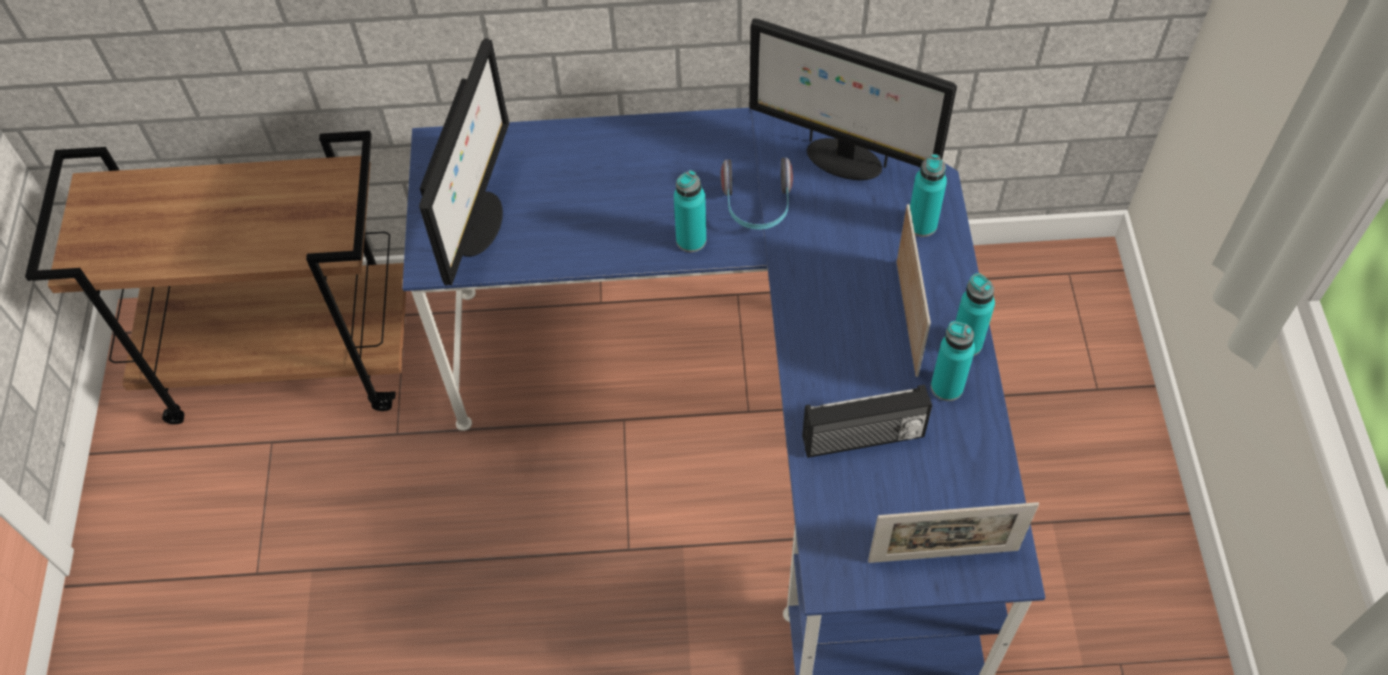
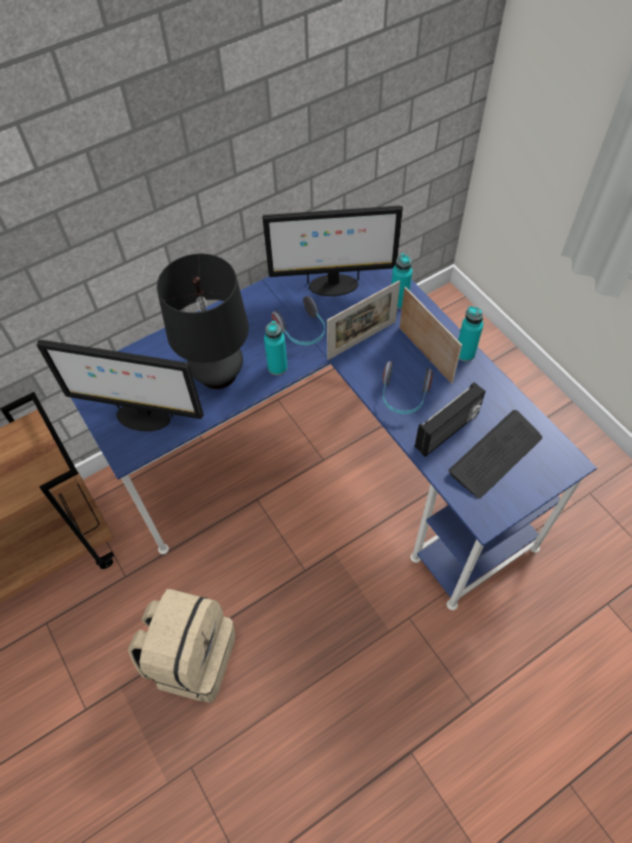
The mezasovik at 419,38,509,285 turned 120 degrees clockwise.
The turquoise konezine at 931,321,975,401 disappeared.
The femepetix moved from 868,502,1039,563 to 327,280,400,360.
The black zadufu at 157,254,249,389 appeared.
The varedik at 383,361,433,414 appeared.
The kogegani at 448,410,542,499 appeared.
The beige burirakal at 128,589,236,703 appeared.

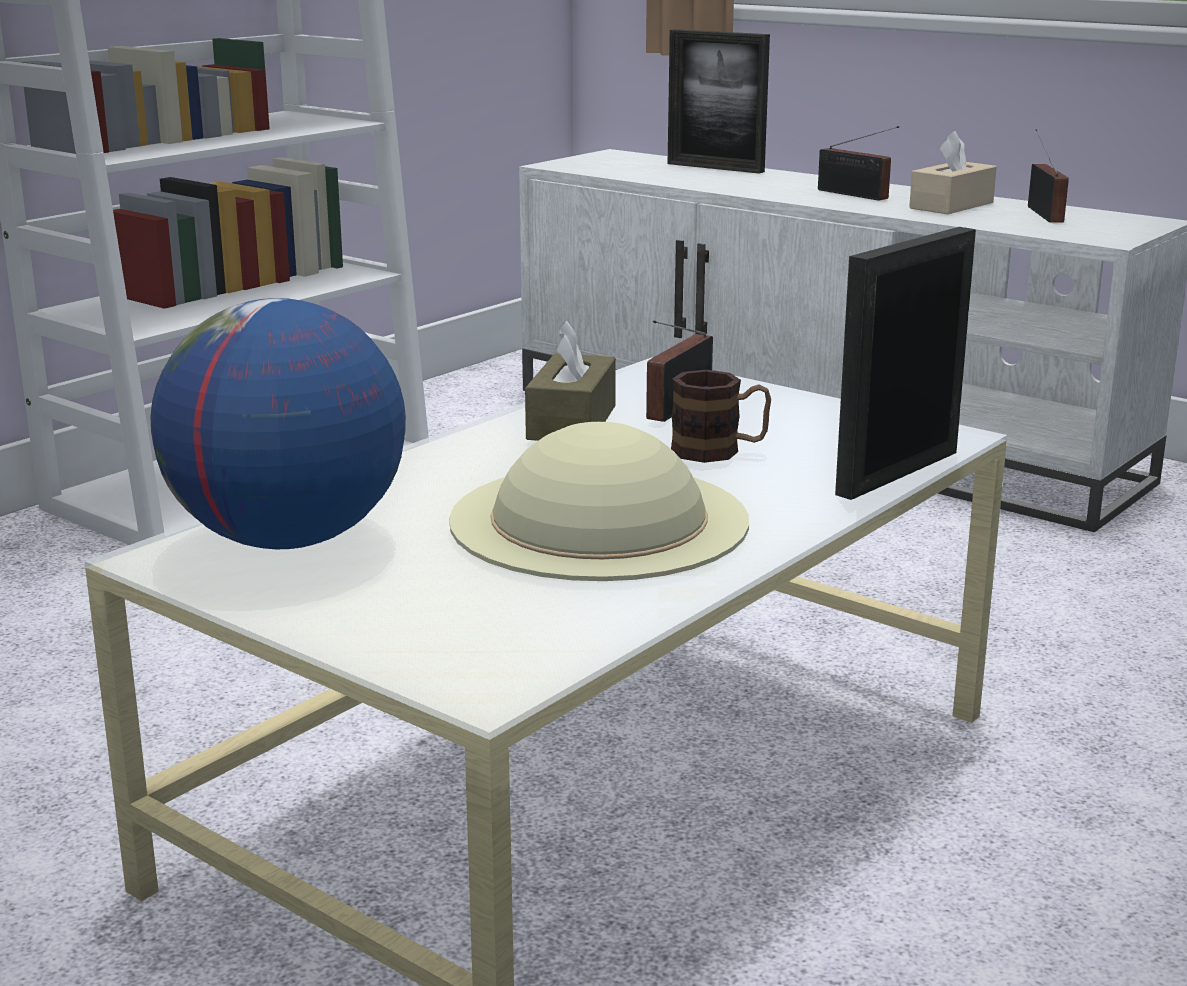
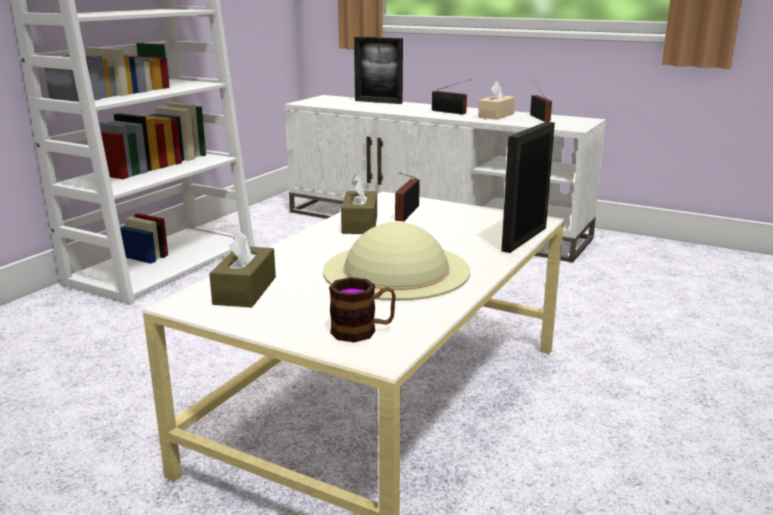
The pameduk at 150,298,406,549 was replaced by the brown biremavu at 209,229,276,307.
The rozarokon moved from 671,370,771,463 to 329,277,396,342.

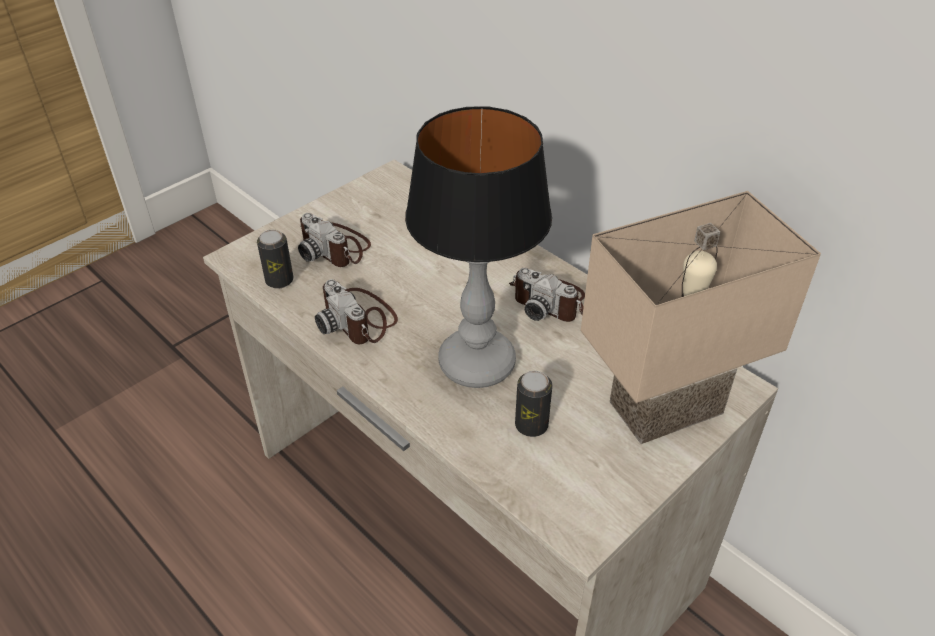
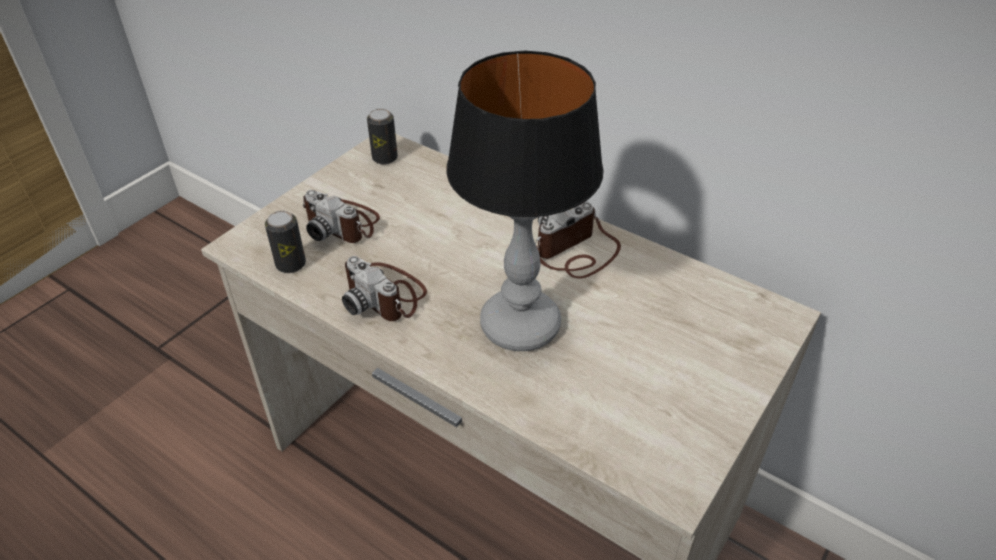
The beige zadufu at 581,191,821,444 disappeared.
The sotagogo at 509,268,585,322 turned 120 degrees clockwise.
The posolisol moved from 515,371,552,437 to 367,109,398,165.

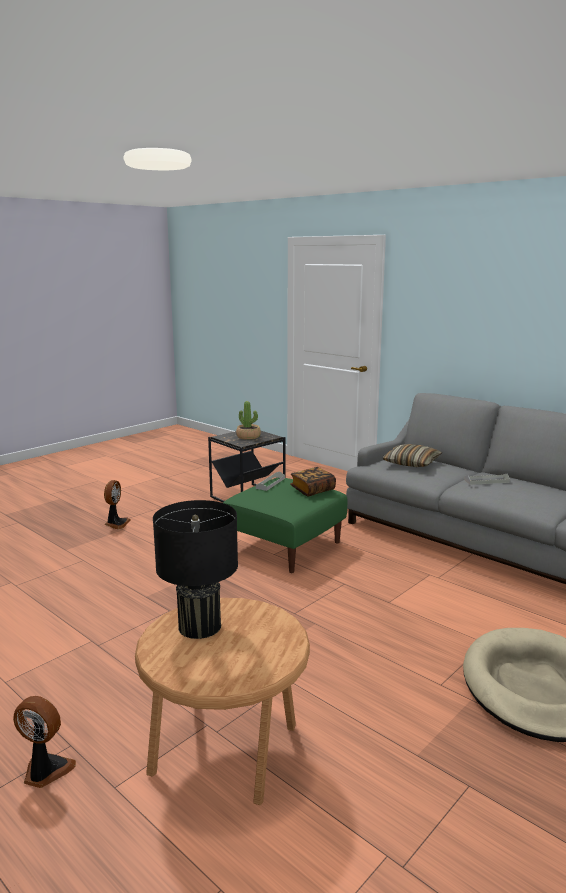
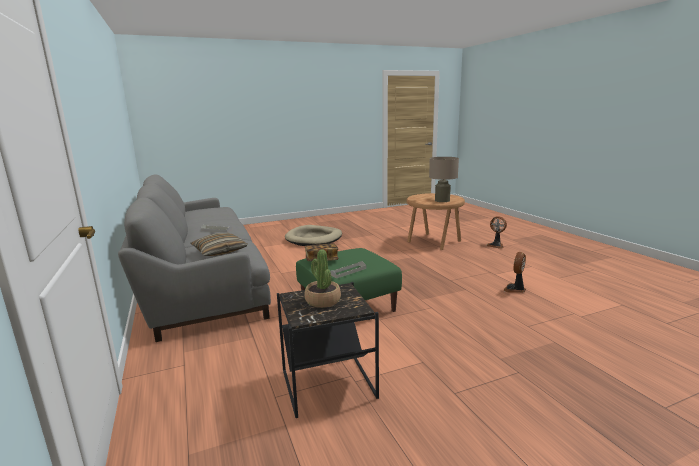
The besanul moved from 104,480,131,529 to 503,252,526,293.
The black zadufu at 153,500,238,639 became the beige zadufu at 429,157,459,202.

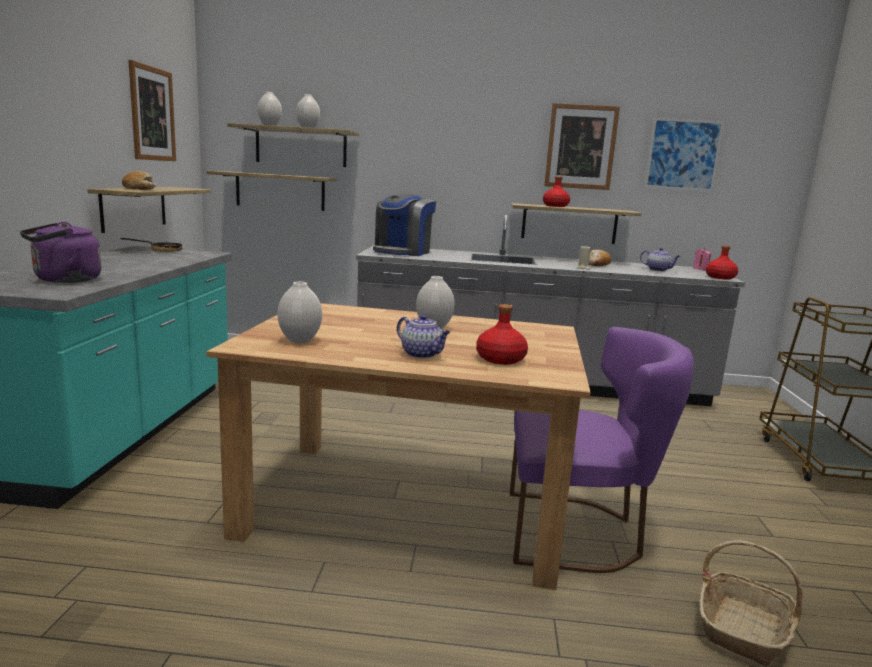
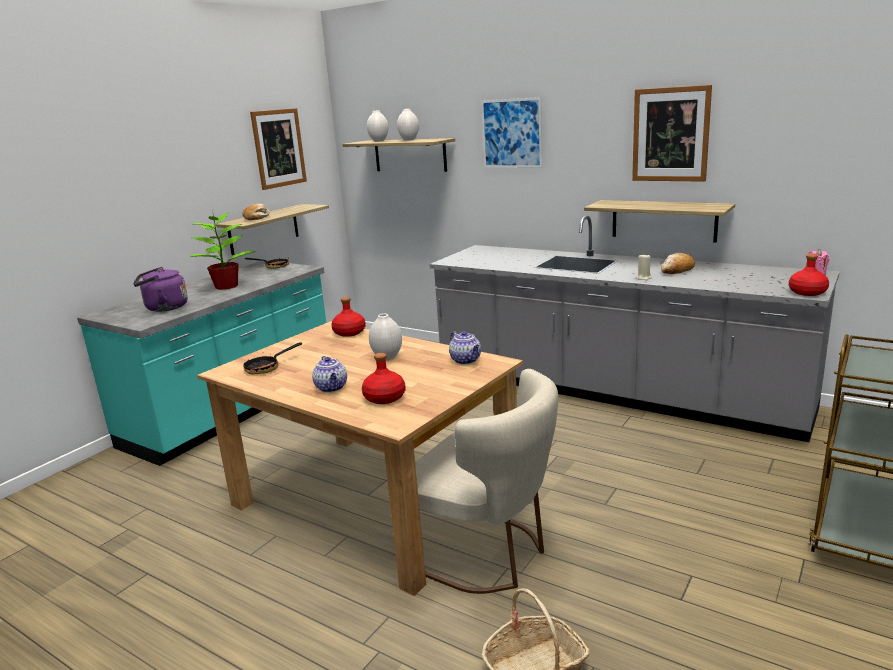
The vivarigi moved from 644,118,724,191 to 481,97,543,168.
The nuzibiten at 207,171,337,211 disappeared.
The red konezine moved from 543,176,570,207 to 331,297,366,337.
The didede at 373,194,436,256 disappeared.
The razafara moved from 640,248,680,271 to 449,331,481,364.
The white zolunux at 277,282,322,344 was replaced by the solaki at 243,342,302,375.
The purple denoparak at 510,327,694,573 became the beige denoparak at 415,369,558,594.
The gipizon at 189,212,256,290 appeared.

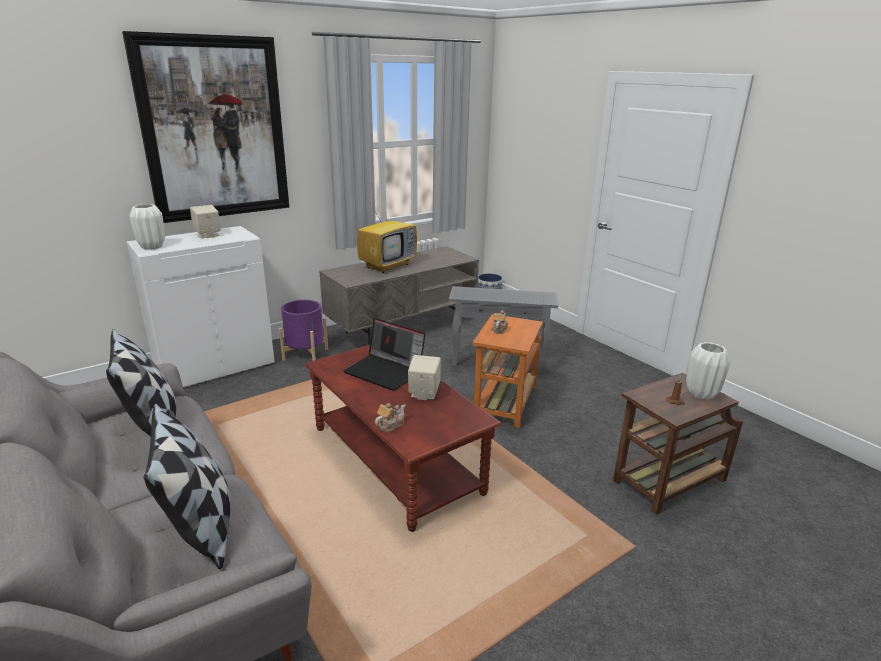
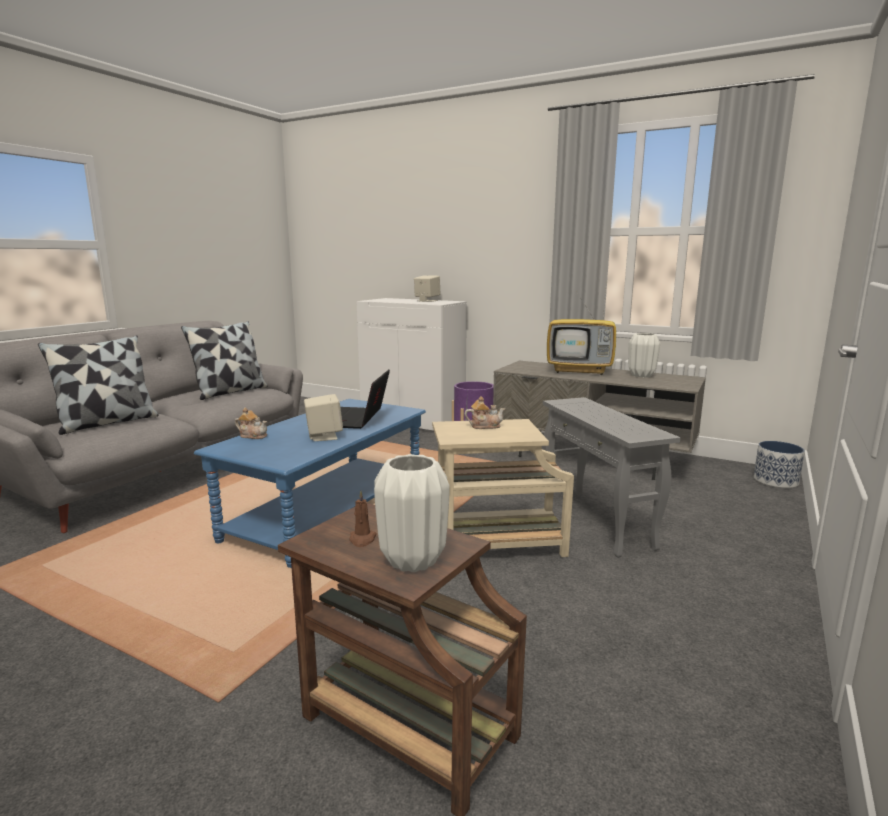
The vivarigi at 122,31,289,223 disappeared.
The white zolunux moved from 129,204,165,250 to 628,333,660,377.
The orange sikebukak at 472,314,543,428 became the beige sikebukak at 432,419,574,557.
The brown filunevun at 305,345,502,532 became the blue filunevun at 194,399,426,568.

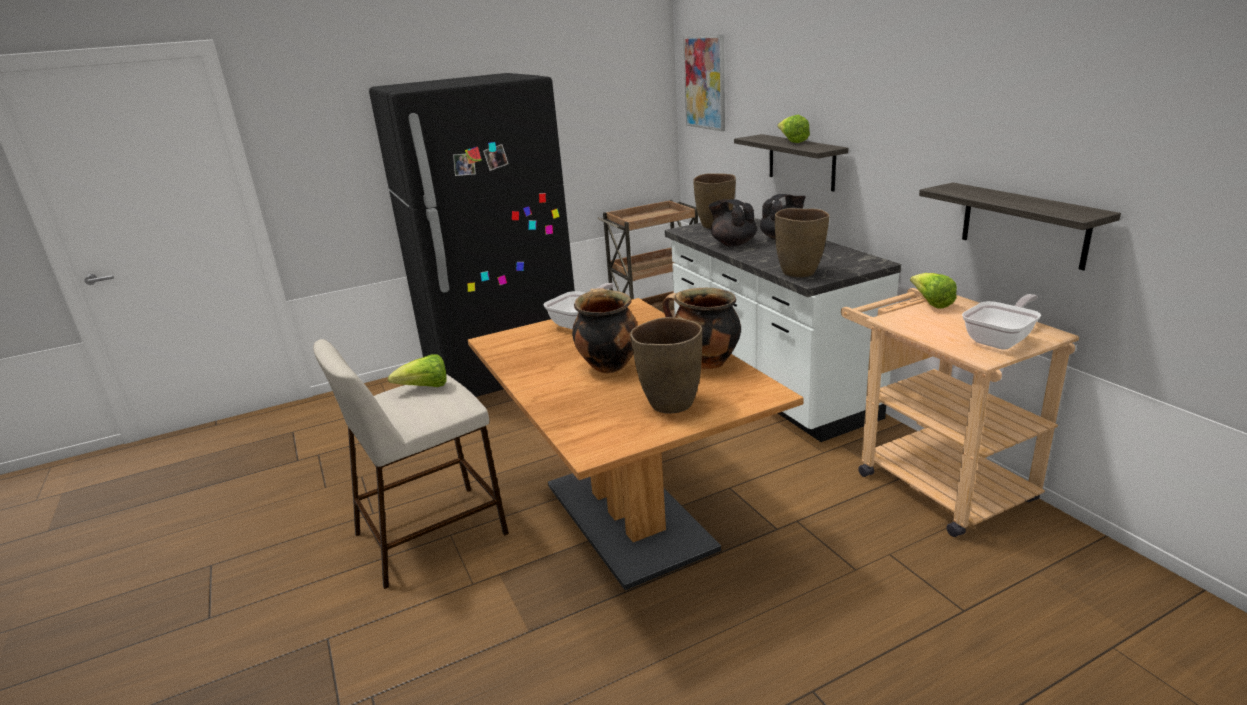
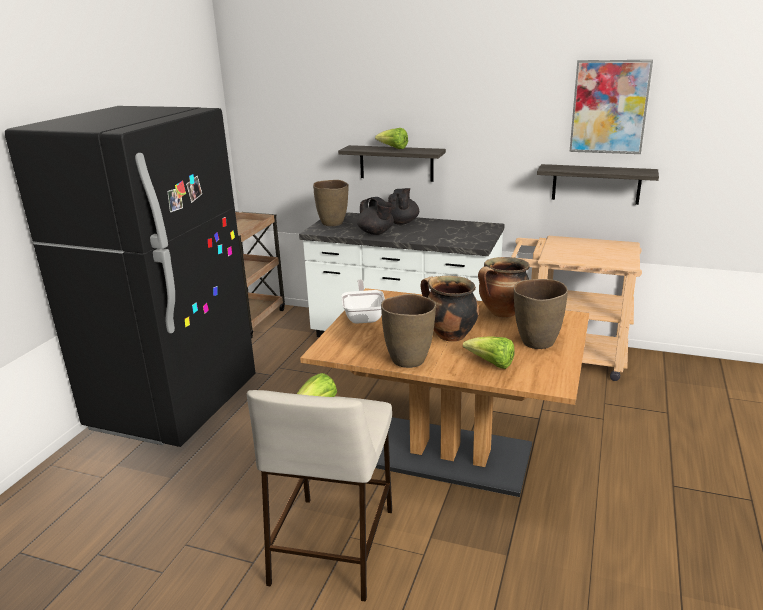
The vivarigi moved from 683,35,725,131 to 570,60,653,154.
The black razafara at 709,199,757,246 turned 135 degrees counterclockwise.
The brown zolunux moved from 775,208,830,277 to 381,294,436,368.
The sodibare moved from 910,273,957,309 to 463,336,514,369.
The solaki at 962,294,1041,350 disappeared.

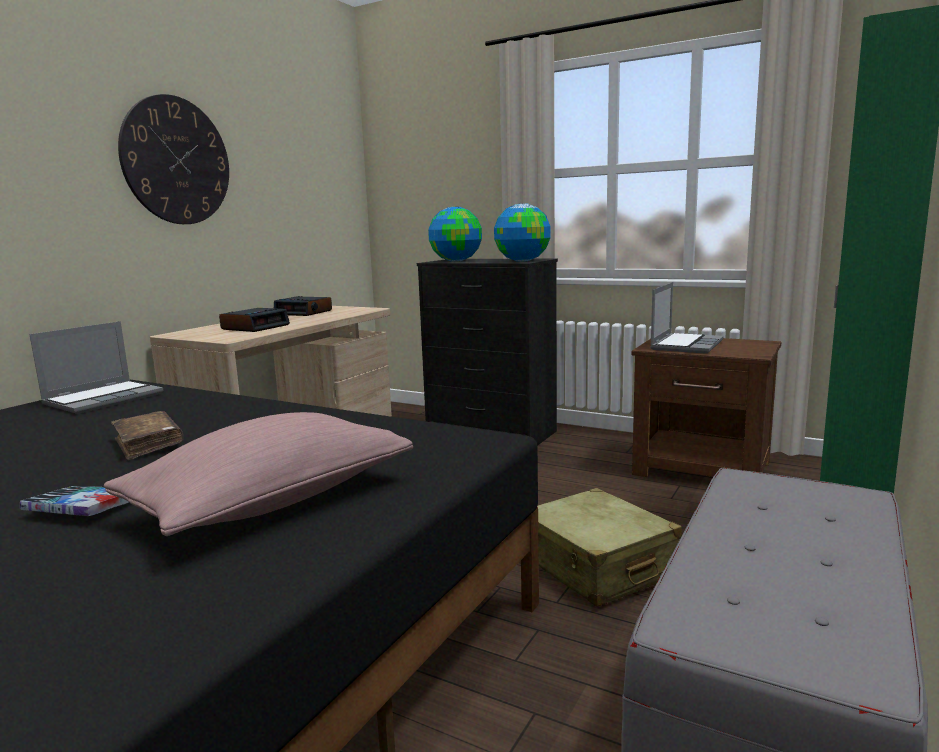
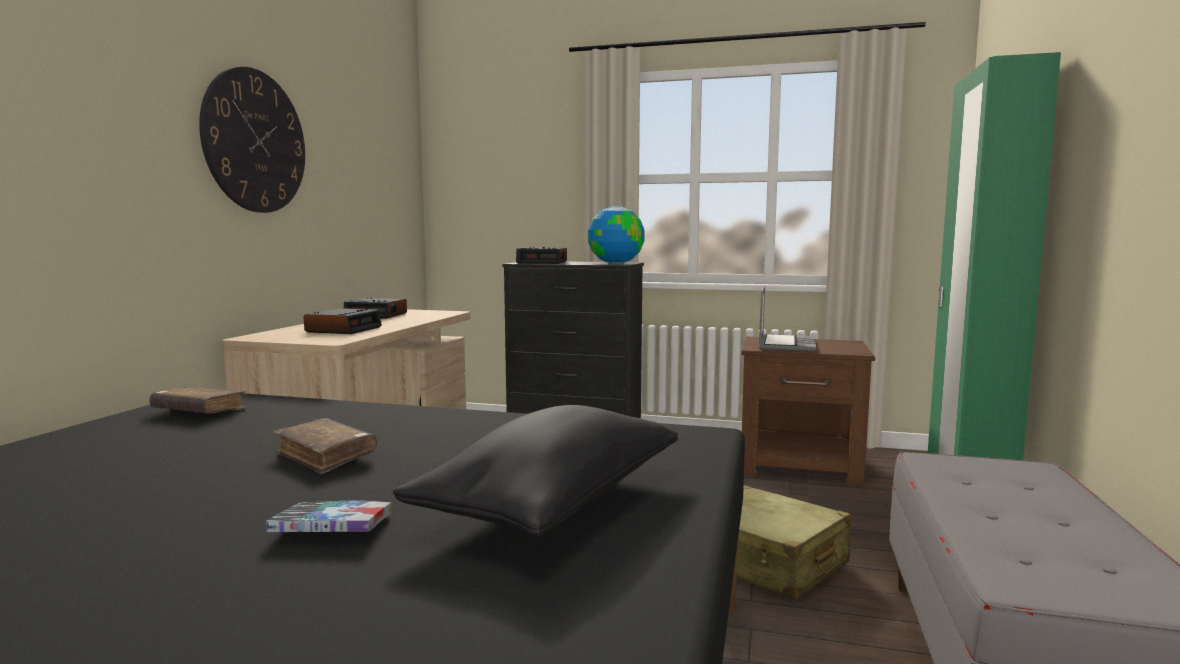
The pameduk at 428,207,482,262 was replaced by the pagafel at 516,247,567,264.
The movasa at 29,321,163,414 was replaced by the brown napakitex at 149,387,247,414.
The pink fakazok at 104,412,413,536 became the black fakazok at 393,405,678,537.

